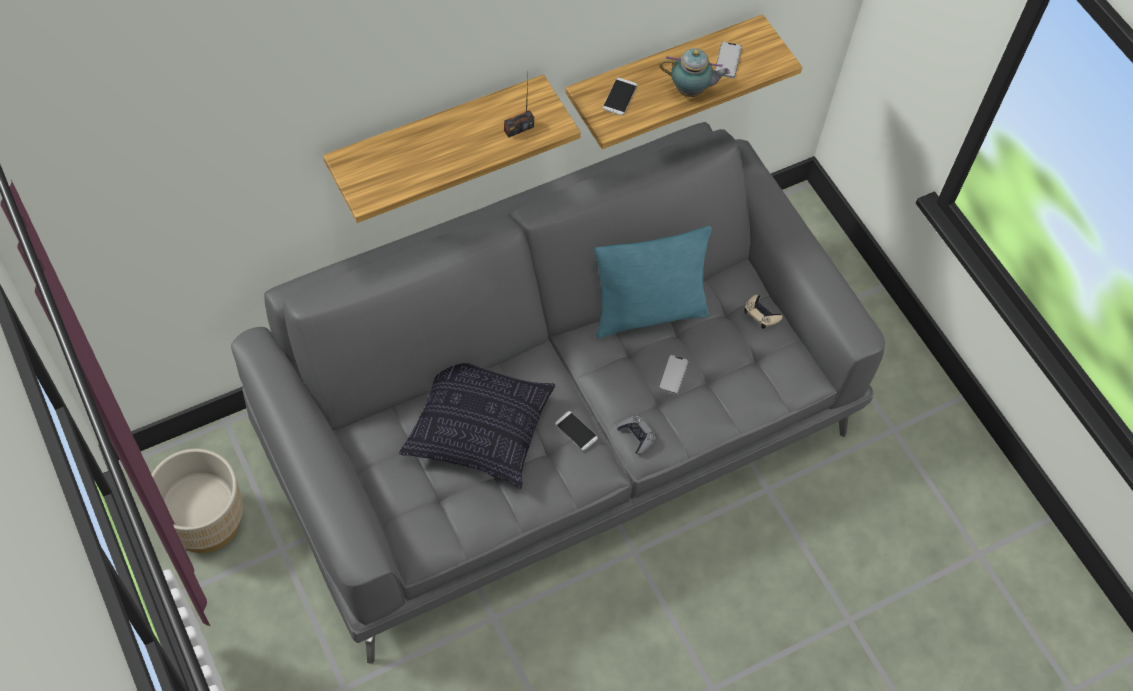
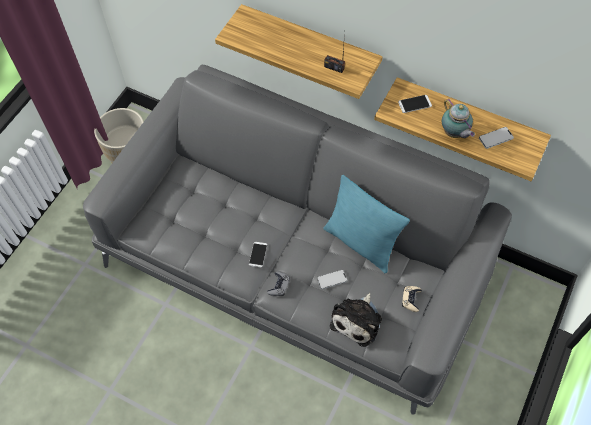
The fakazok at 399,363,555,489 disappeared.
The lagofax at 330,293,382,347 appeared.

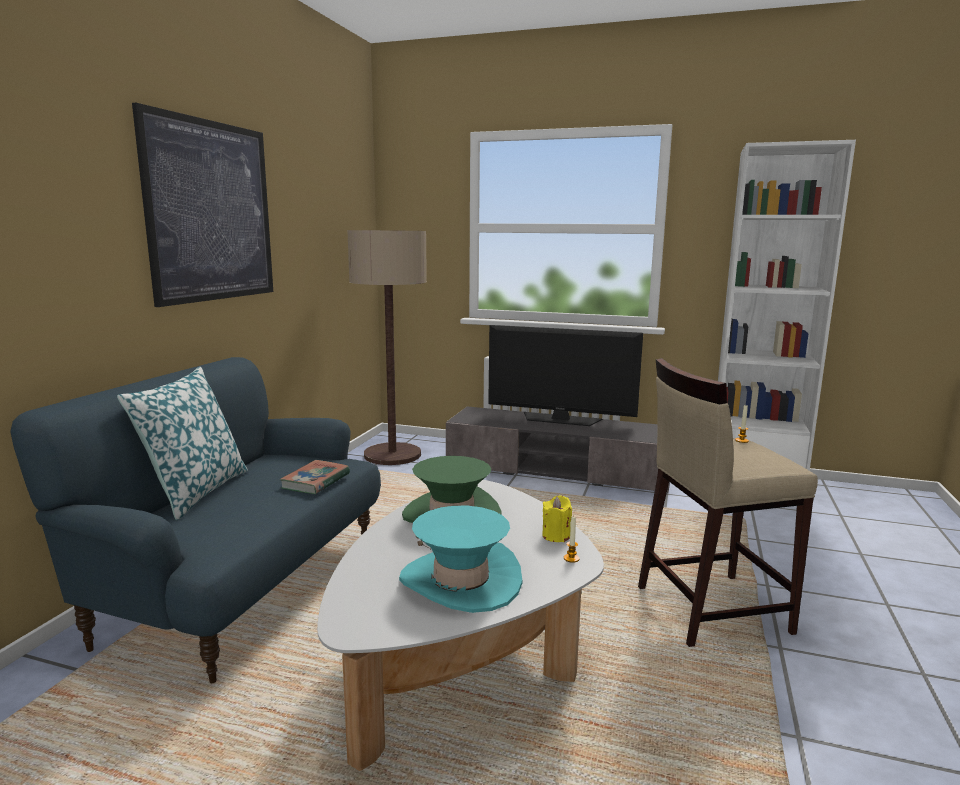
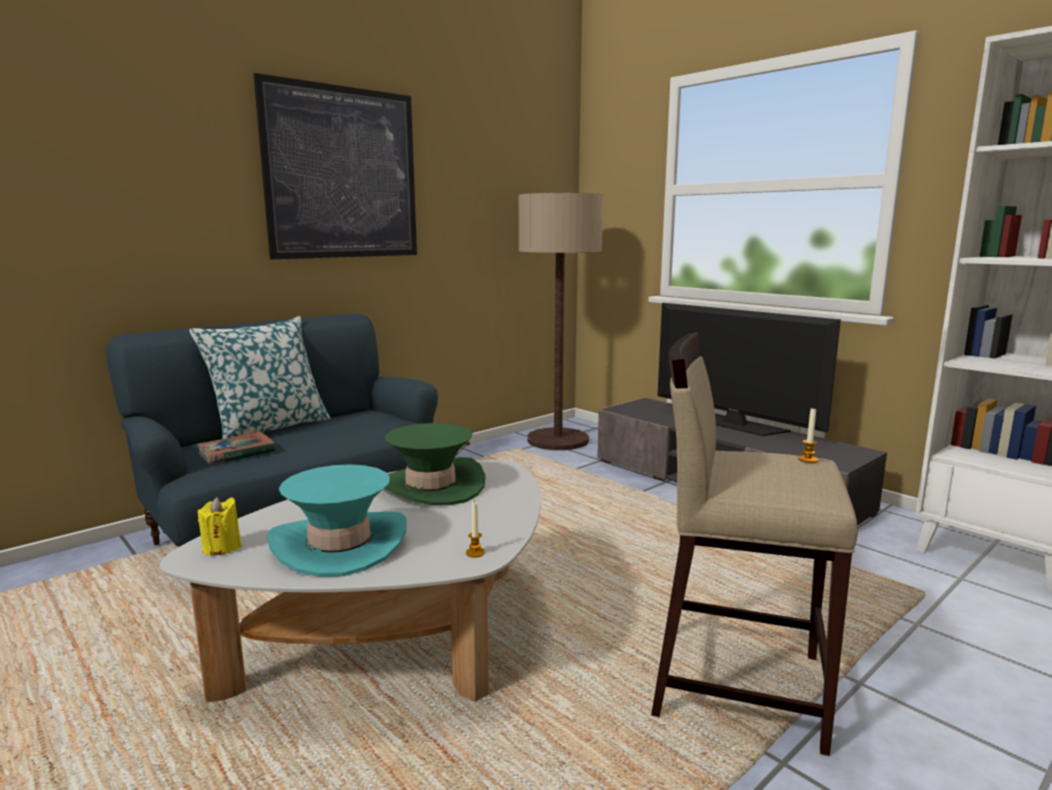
The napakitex moved from 279,460,350,494 to 197,432,276,465.
The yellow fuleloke moved from 542,495,572,542 to 198,497,241,556.

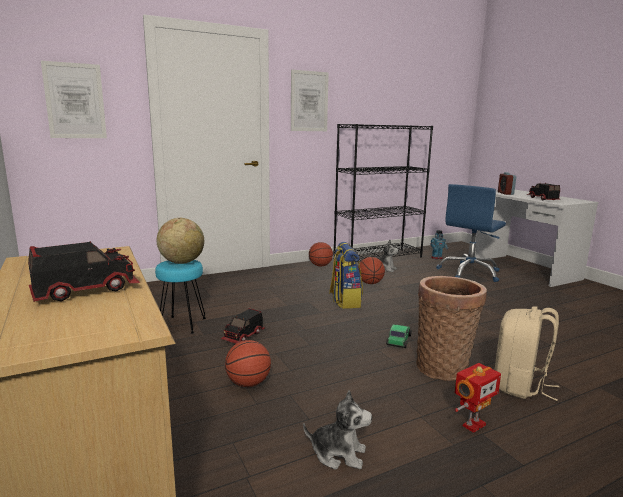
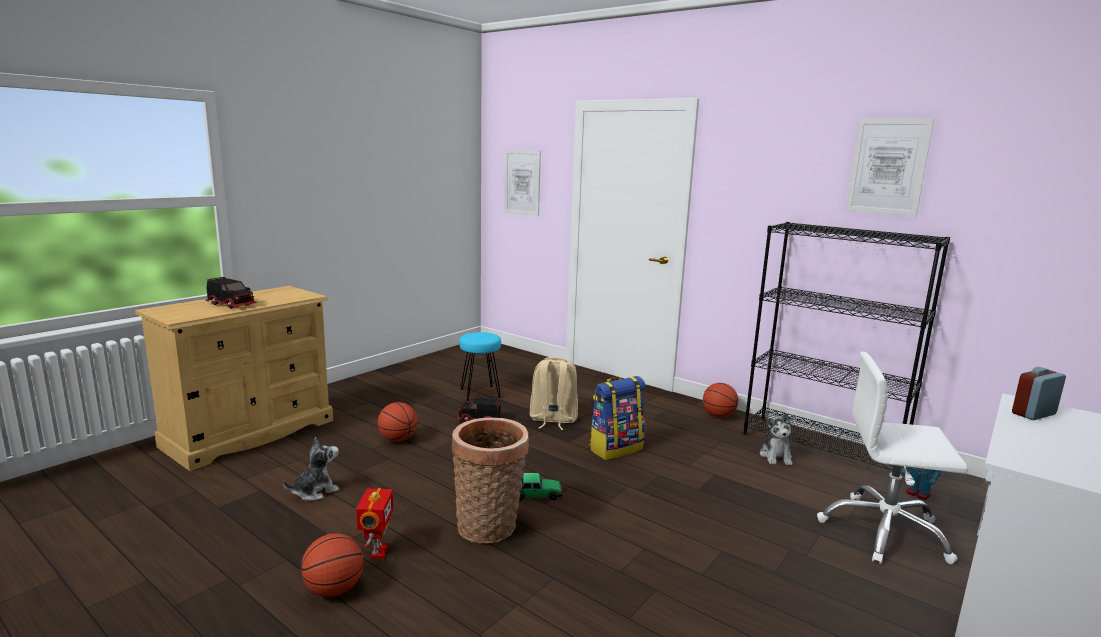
The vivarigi moved from 291,70,329,131 to 846,119,934,216.
The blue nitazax at 436,184,506,282 became the white nitazax at 817,352,968,564.
The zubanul at 527,184,560,200 disappeared.
The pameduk at 157,218,204,264 disappeared.
The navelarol moved from 358,257,385,284 to 301,533,364,597.
The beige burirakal moved from 495,306,559,401 to 530,357,578,430.
The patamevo at 454,363,501,433 turned 120 degrees counterclockwise.
The lagofax at 303,390,372,470 turned 120 degrees counterclockwise.

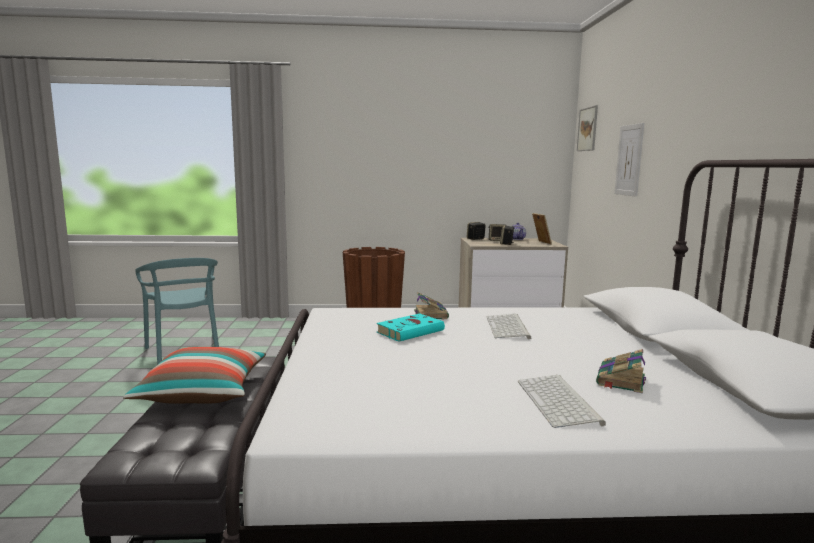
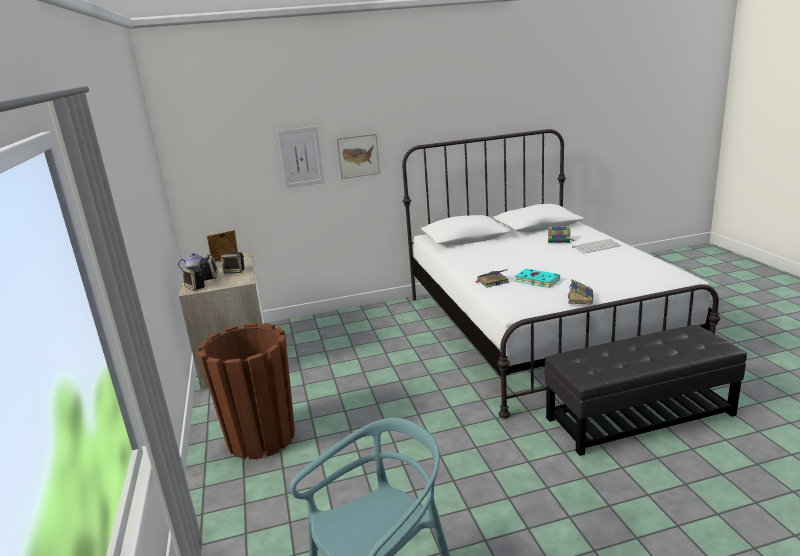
The vivarigi moved from 576,105,598,151 to 336,134,380,179.
The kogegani at 487,314,531,339 disappeared.
The fakazok at 123,347,266,404 disappeared.
The napakitex at 568,279,593,305 appeared.

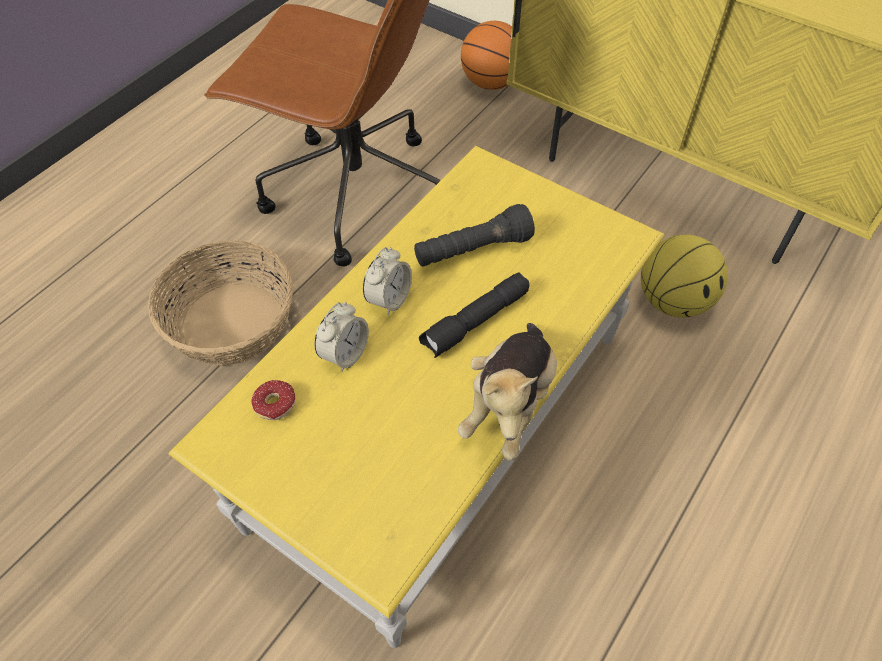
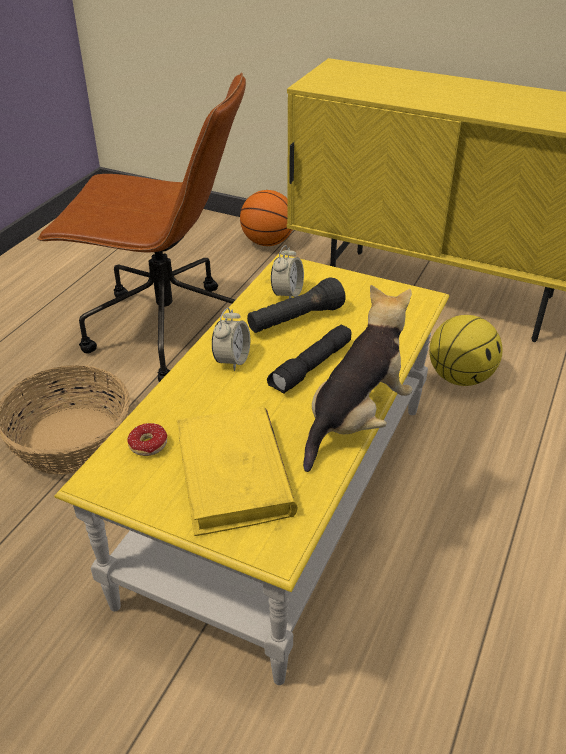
The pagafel moved from 315,302,369,372 to 271,245,304,298.
The lagofax at 458,323,557,461 turned 150 degrees counterclockwise.
The yellow napakitex at 177,407,298,536 appeared.

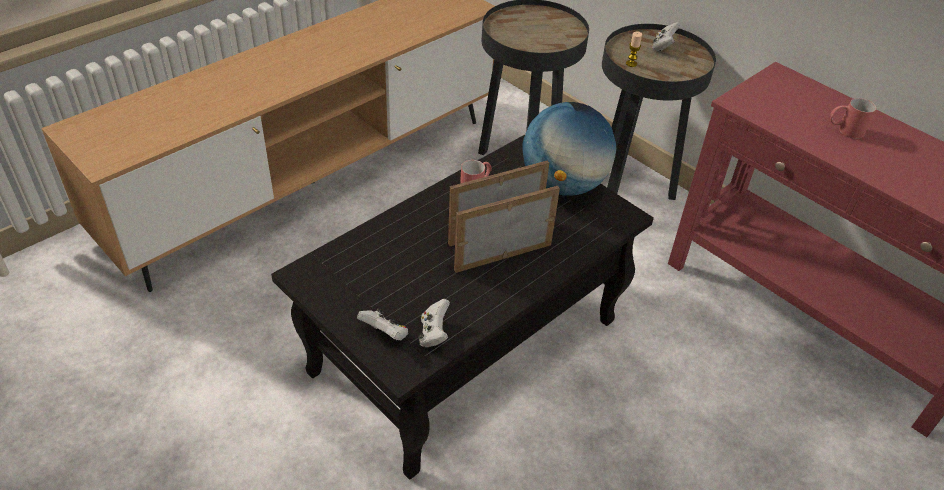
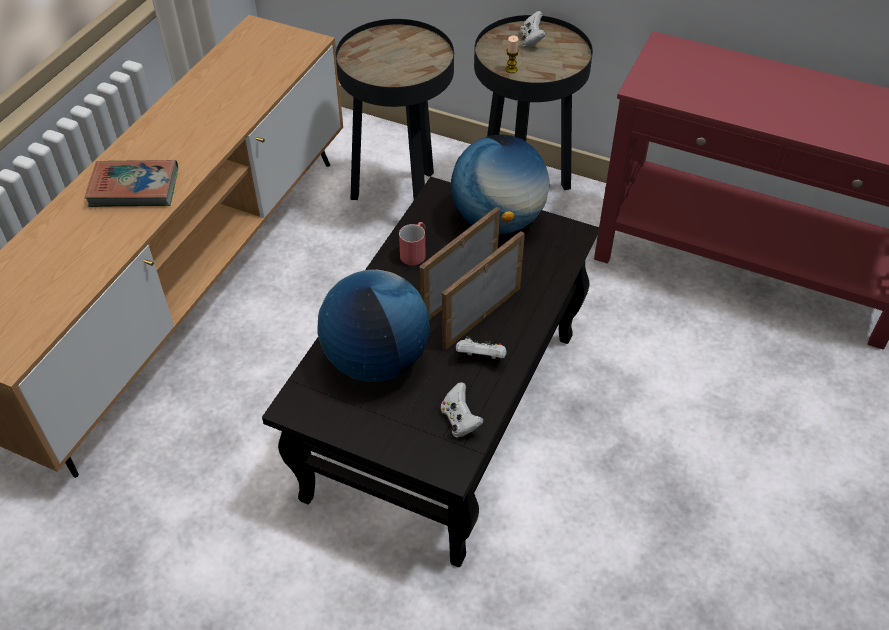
The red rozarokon at 830,98,876,139 disappeared.
The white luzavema moved from 357,309,408,340 to 456,336,507,359.
The napakitex at 85,160,178,207 appeared.
The pameduk at 317,270,430,382 appeared.

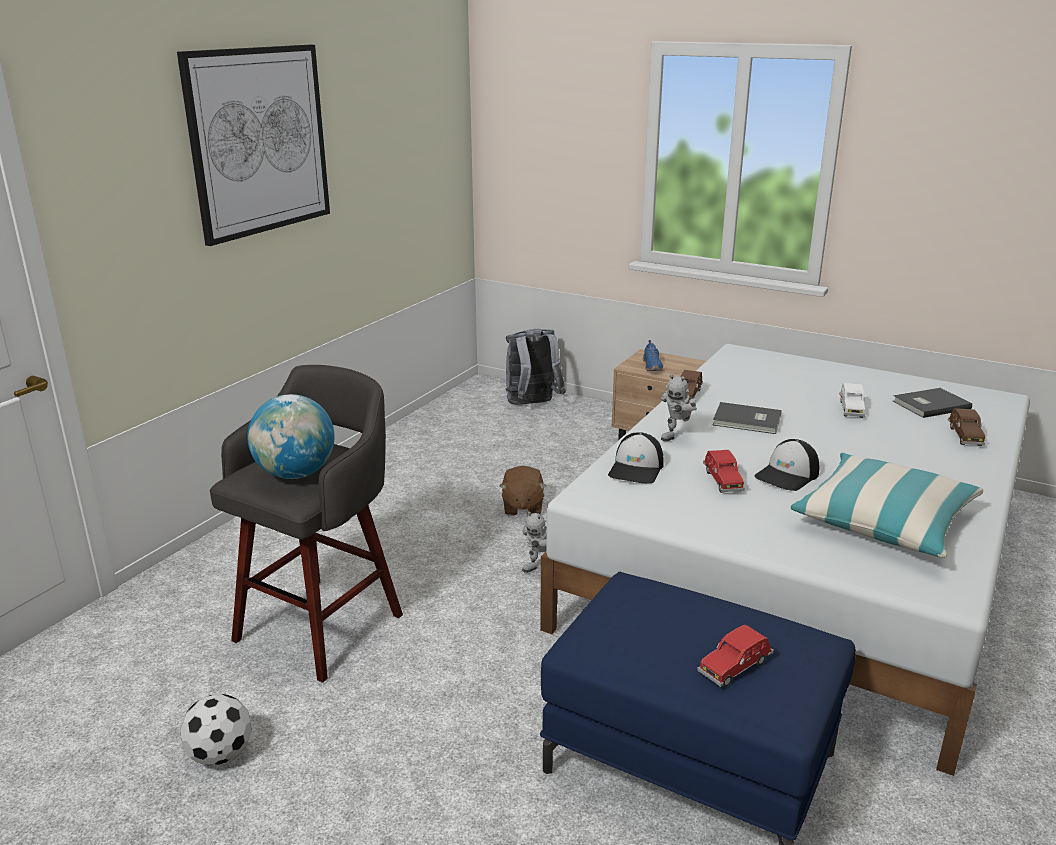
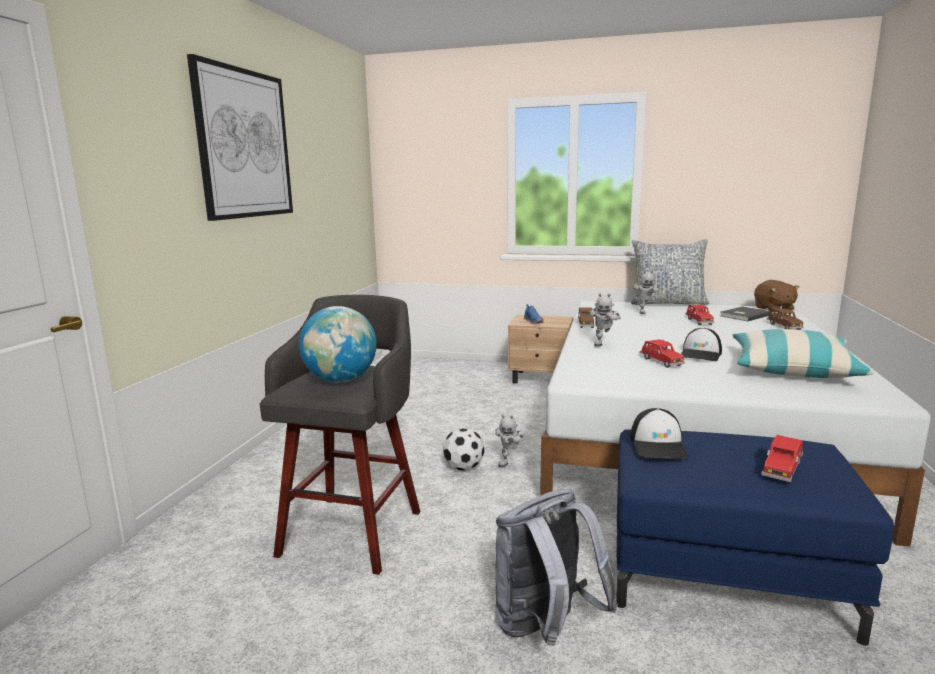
The grey burirakal moved from 506,329,566,405 to 495,489,618,646.
The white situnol at 839,383,865,418 became the red situnol at 685,304,715,325.
The grey napakitex at 713,402,782,434 disappeared.
The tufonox moved from 608,432,664,484 to 630,408,688,459.
The brown lagofax moved from 500,466,546,516 to 754,280,799,311.
The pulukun moved from 180,694,252,766 to 443,428,484,471.
The fakazok at 631,239,709,305 appeared.
The patamevo at 633,271,660,314 appeared.

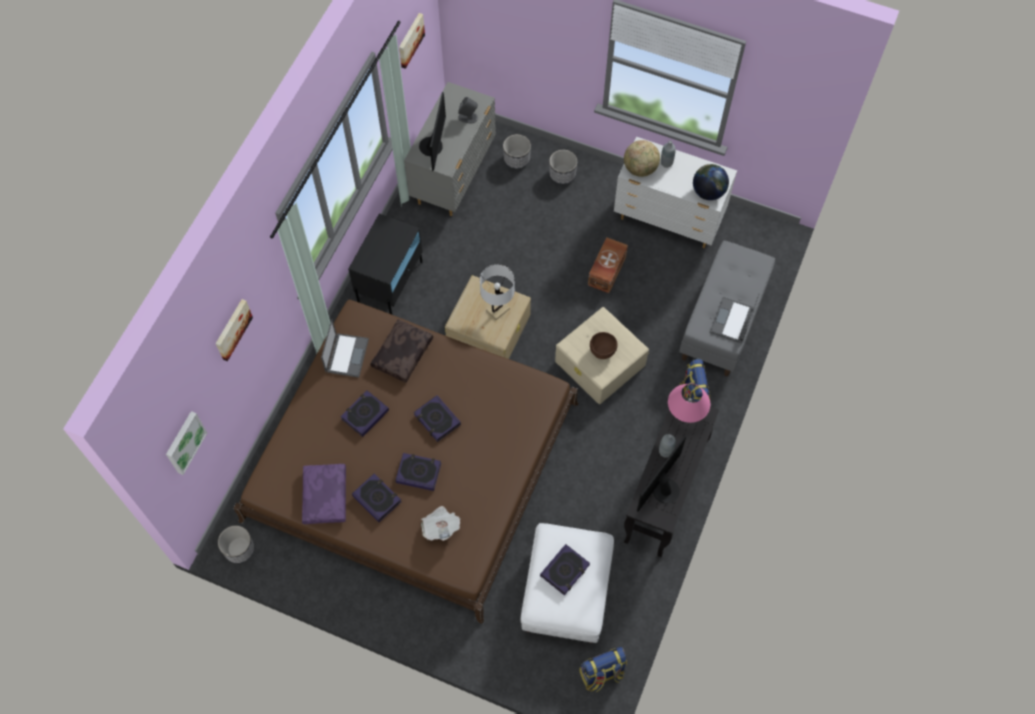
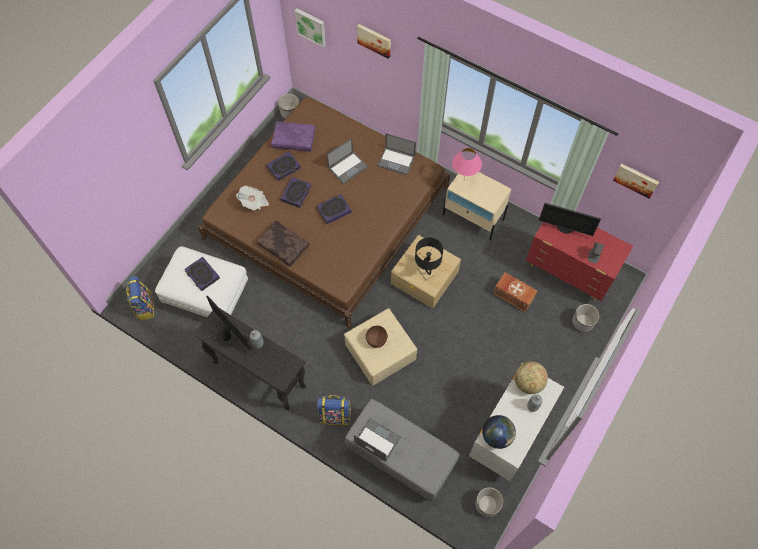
The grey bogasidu at 404,82,496,216 became the red bogasidu at 526,222,633,301.
The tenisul moved from 549,150,577,184 to 475,487,503,517.
The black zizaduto at 348,214,423,315 became the beige zizaduto at 443,172,511,240.
The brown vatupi moved from 588,237,628,293 to 493,272,537,312.
The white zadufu at 480,264,515,320 became the black zadufu at 415,237,443,280.
The brown fakazok moved from 370,319,433,383 to 257,221,310,266.
The pink zadufu moved from 668,383,710,423 to 452,148,482,179.
The napakitex at 340,390,389,437 was replaced by the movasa at 327,138,368,184.

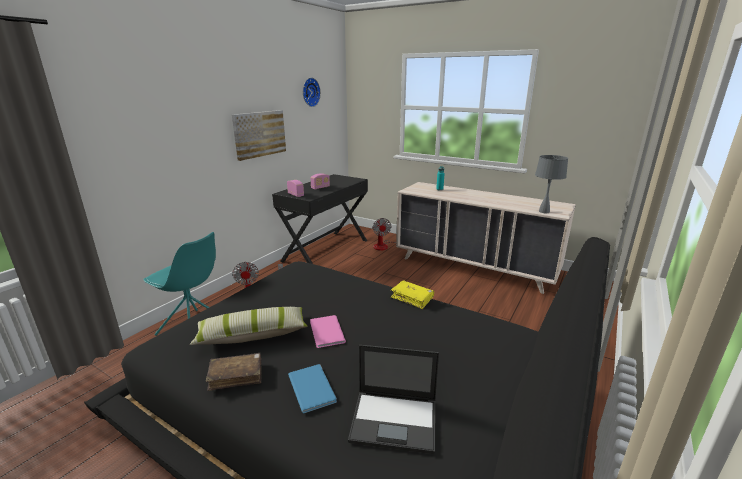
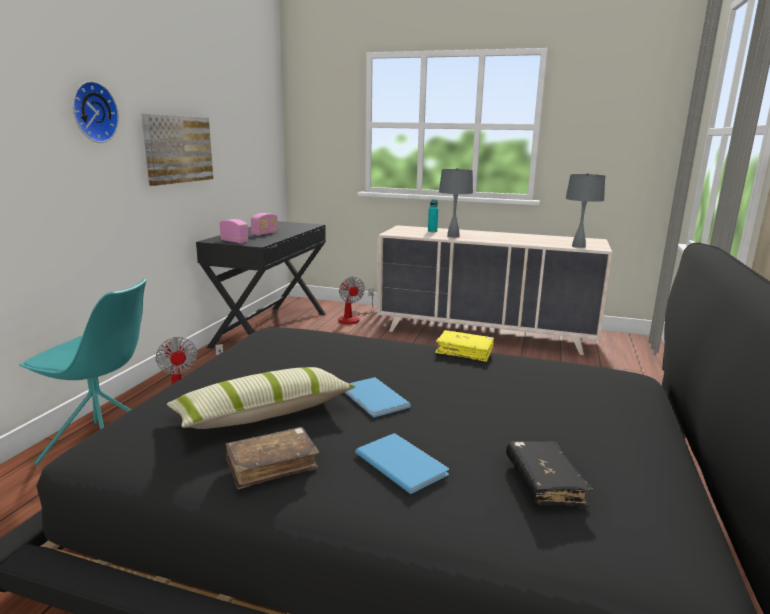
The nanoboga moved from 303,78,321,107 to 73,81,119,143.
The pink napakitex at 310,315,346,348 became the blue napakitex at 345,377,411,417.
The movasa at 348,345,439,454 was replaced by the black napakitex at 506,441,593,507.
The grey zadufu at 439,168,473,237 appeared.

